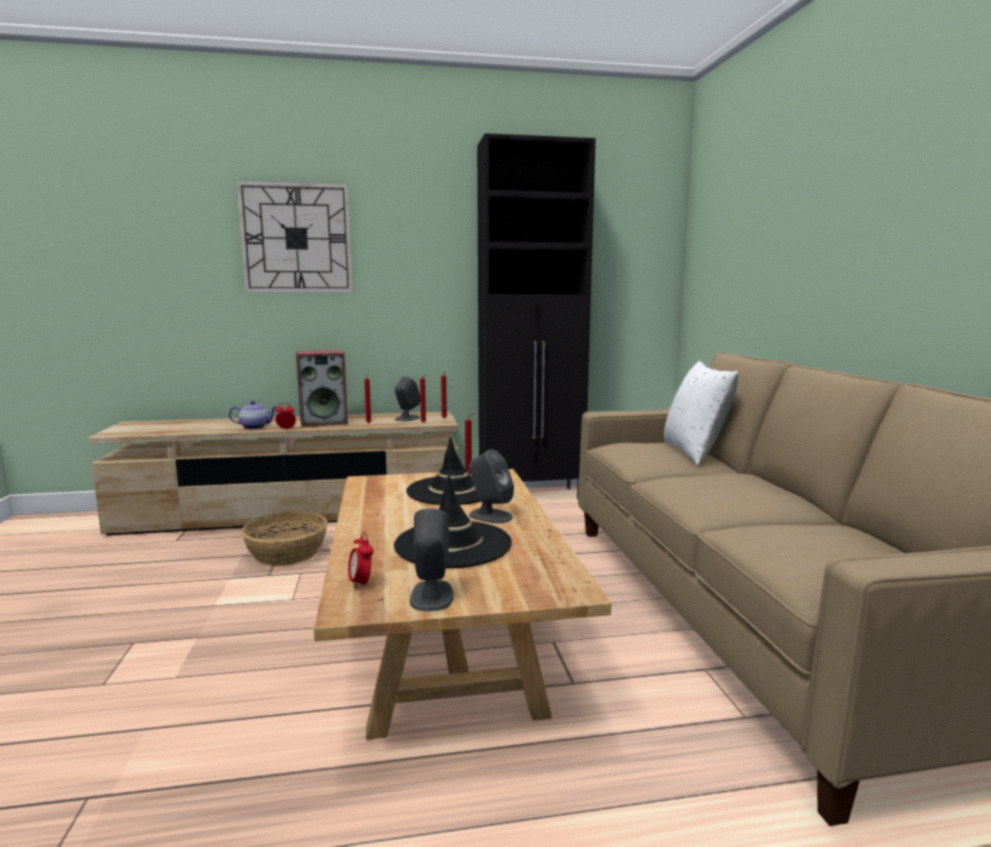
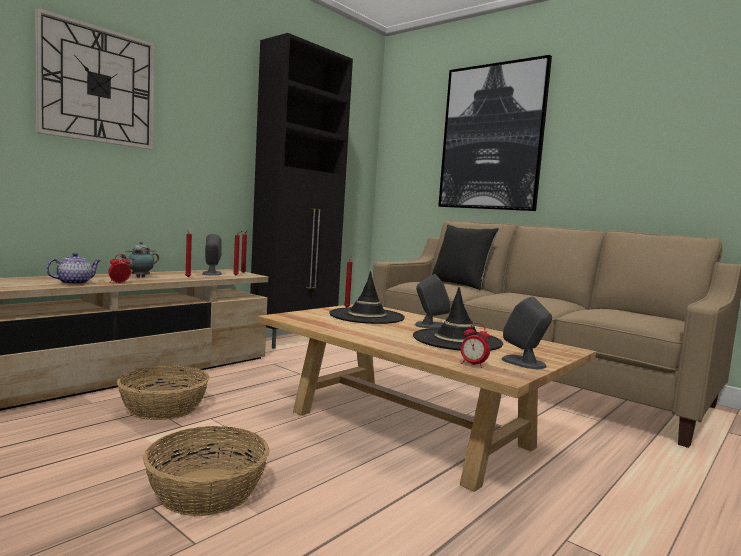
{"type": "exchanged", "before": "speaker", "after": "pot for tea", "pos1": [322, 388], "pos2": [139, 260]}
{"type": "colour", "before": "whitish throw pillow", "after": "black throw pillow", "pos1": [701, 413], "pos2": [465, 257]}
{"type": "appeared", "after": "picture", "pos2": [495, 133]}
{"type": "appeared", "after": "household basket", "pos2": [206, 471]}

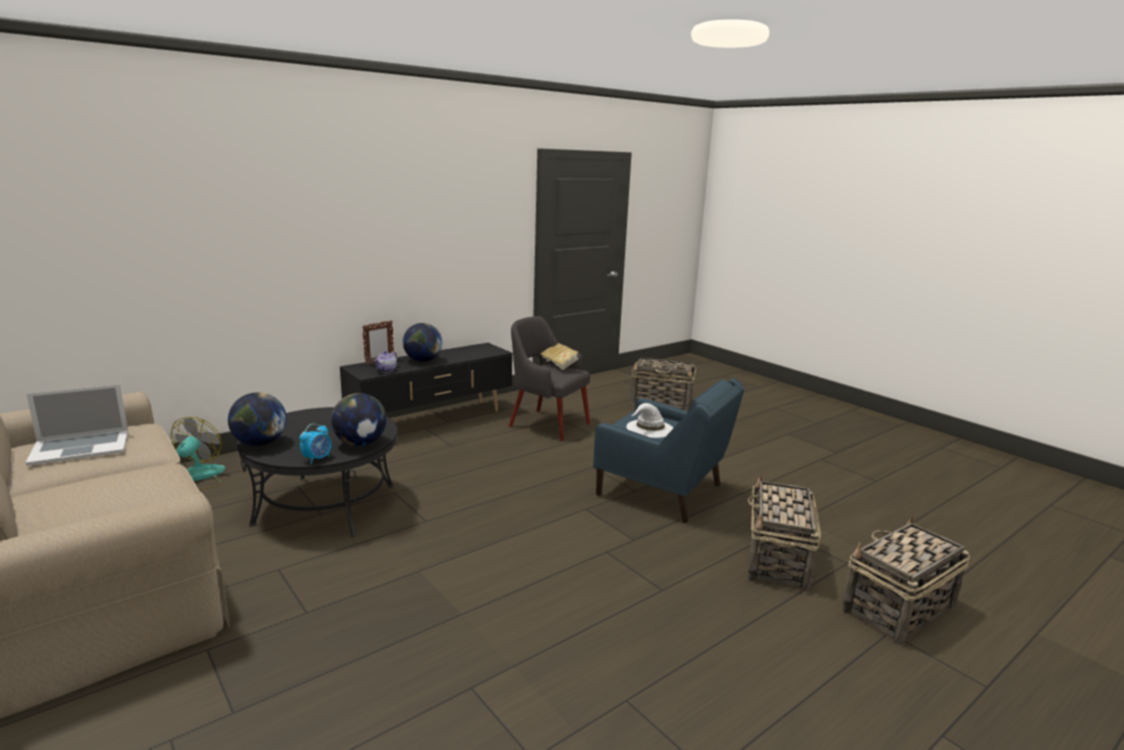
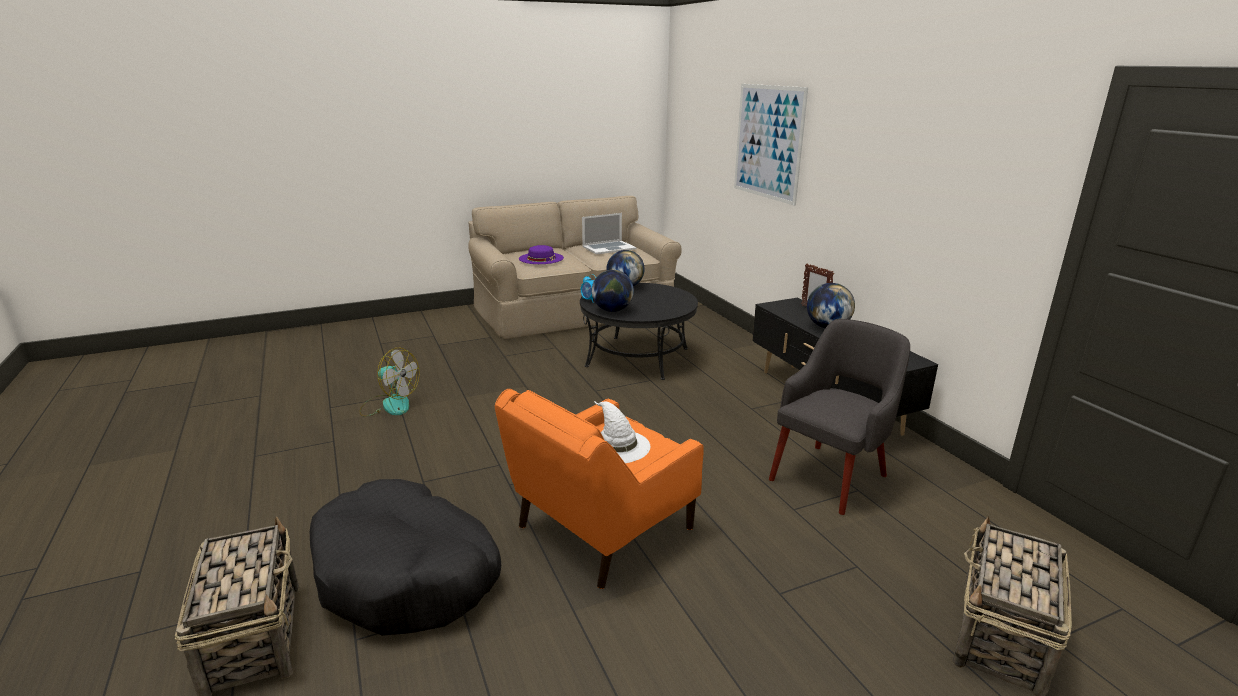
{"type": "missing", "before": "volume", "pos1": [560, 356]}
{"type": "missing", "before": "pot for tea", "pos1": [385, 362]}
{"type": "colour", "before": "blue-coloured easy chair", "after": "orange-coloured easy chair", "pos1": [668, 450], "pos2": [599, 489]}
{"type": "spun", "before": "portable computer", "pos1": [77, 425], "pos2": [609, 234], "turn": -105}
{"type": "relocated", "before": "cooling fan", "pos1": [198, 453], "pos2": [390, 382]}
{"type": "exchanged", "before": "household basket", "after": "black dog cushion", "pos1": [784, 533], "pos2": [405, 557]}
{"type": "appeared", "after": "picture", "pos2": [771, 145]}
{"type": "appeared", "after": "purplish hat", "pos2": [541, 254]}

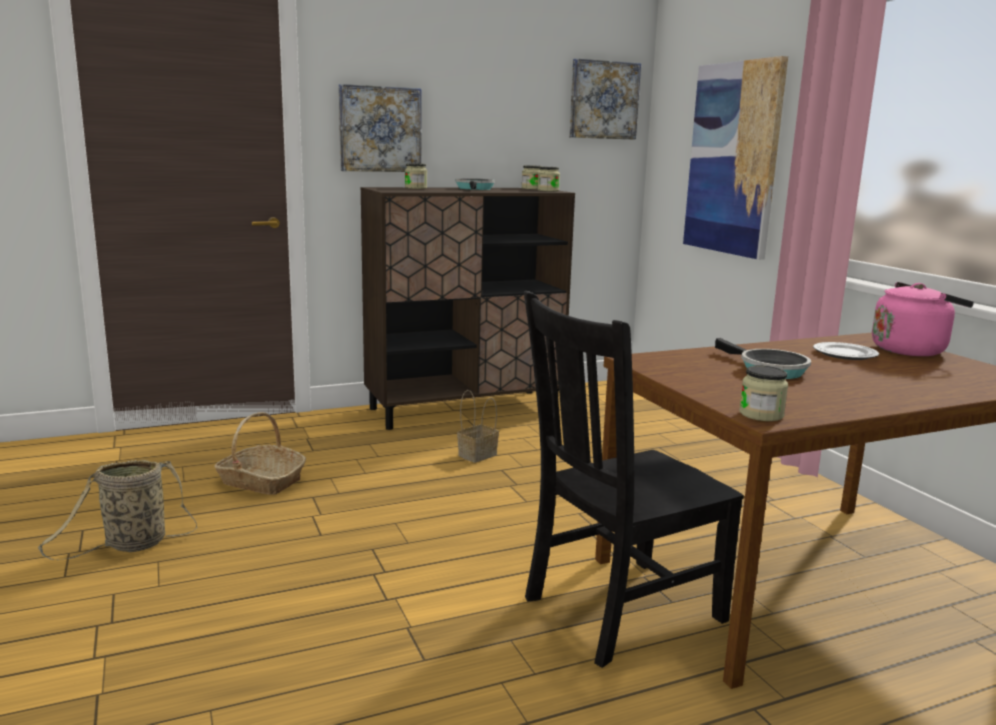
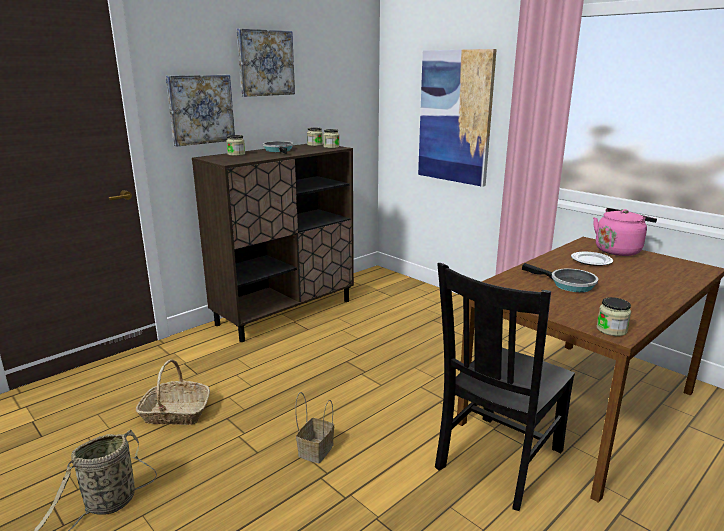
{"type": "relocated", "before": "picture", "pos1": [605, 99], "pos2": [266, 63]}
{"type": "relocated", "before": "household basket", "pos1": [478, 426], "pos2": [314, 427]}

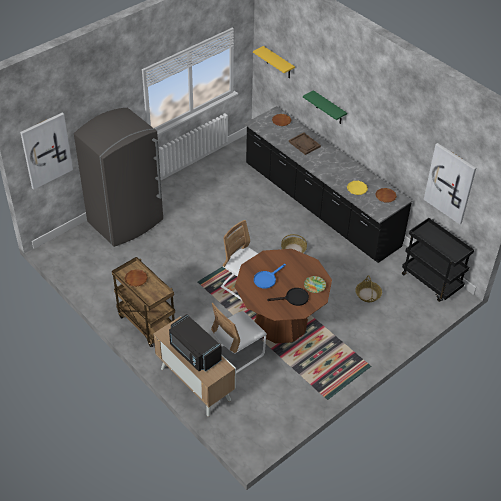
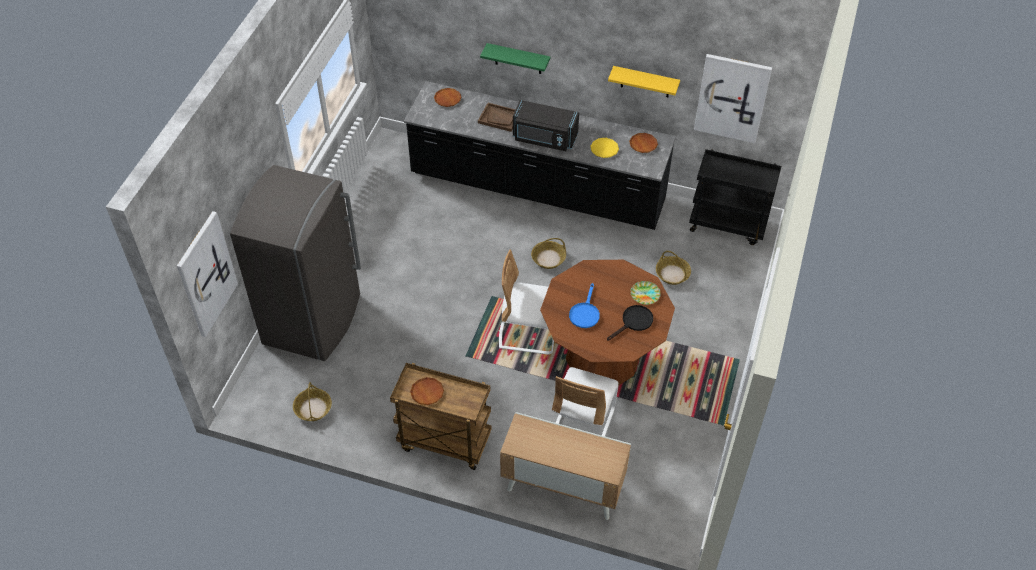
{"type": "relocated", "before": "yellowish shelf", "pos1": [274, 62], "pos2": [644, 81]}
{"type": "relocated", "before": "black kitchen microwave", "pos1": [195, 343], "pos2": [546, 125]}
{"type": "appeared", "after": "household basket", "pos2": [312, 401]}

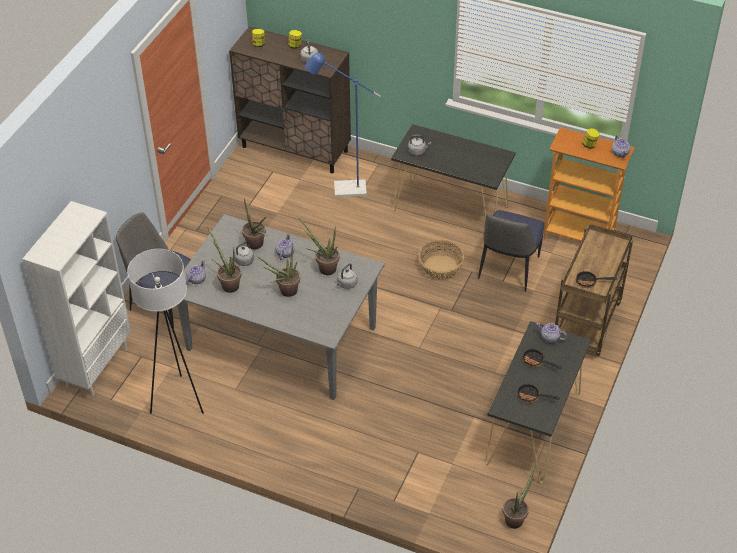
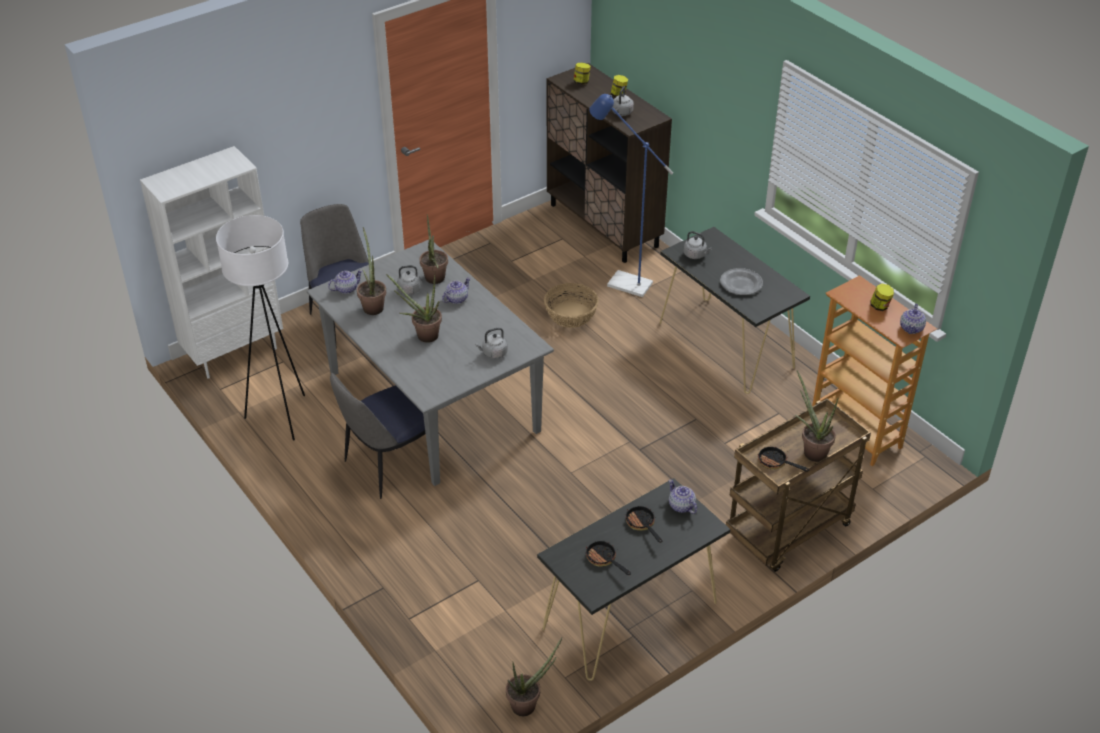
{"type": "relocated", "before": "plain chair", "pos1": [511, 251], "pos2": [378, 436]}
{"type": "relocated", "before": "plant in a pot", "pos1": [319, 246], "pos2": [816, 416]}
{"type": "relocated", "before": "household basket", "pos1": [441, 260], "pos2": [571, 305]}
{"type": "appeared", "after": "greyish plate", "pos2": [741, 281]}

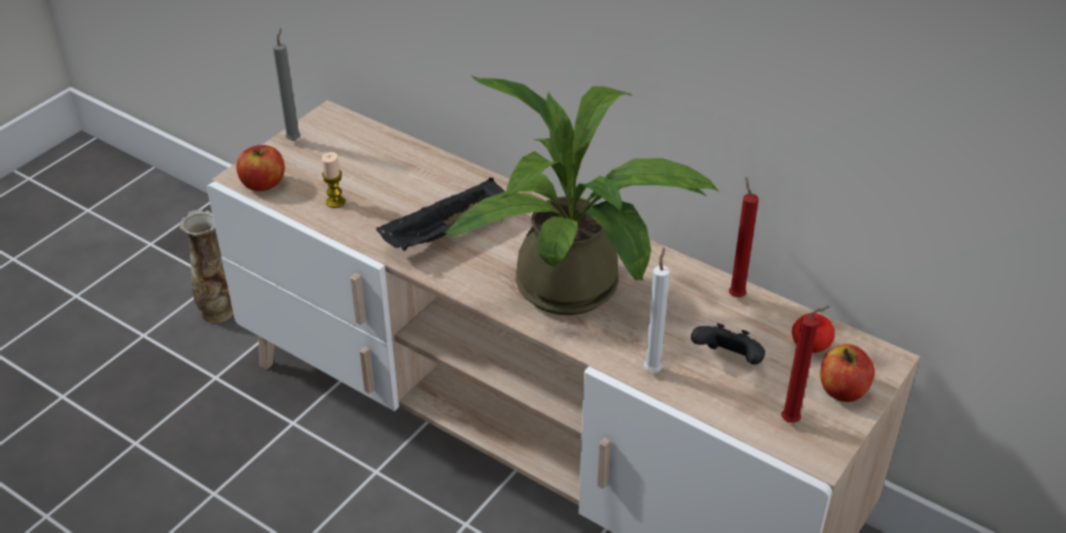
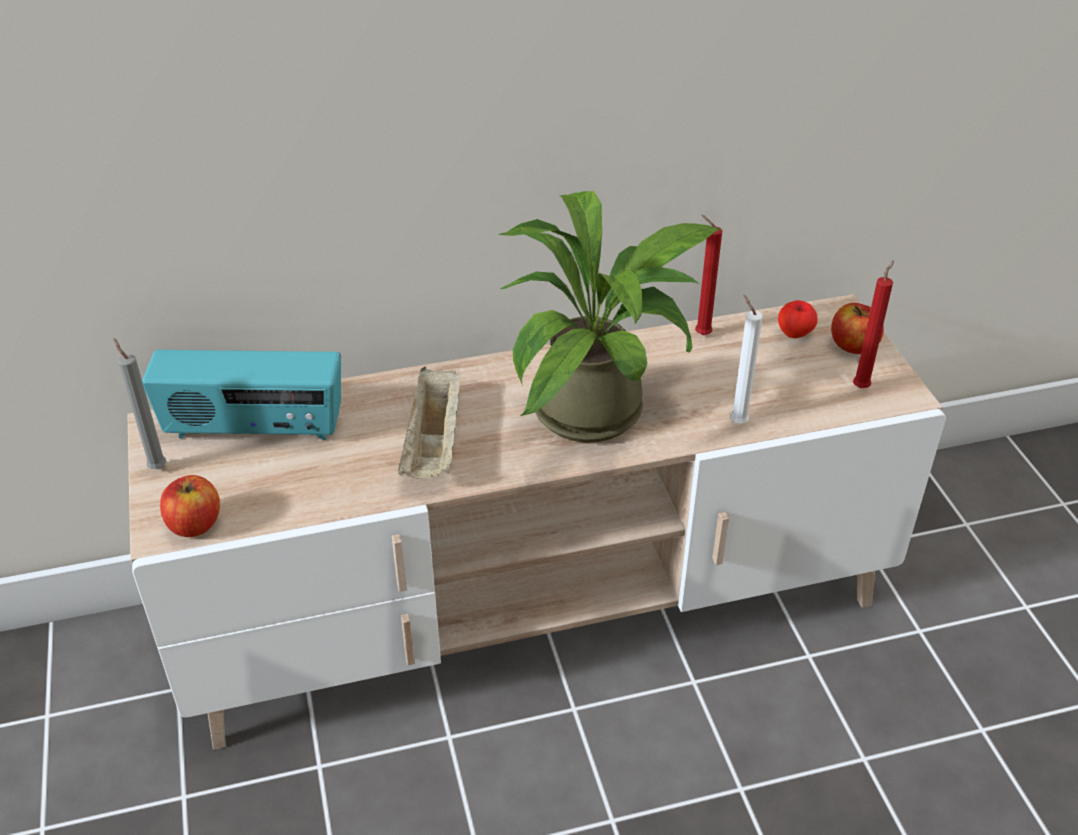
{"type": "missing", "before": "wax candle", "pos1": [333, 180]}
{"type": "colour", "before": "black tray", "after": "sand-coloured tray", "pos1": [441, 214], "pos2": [429, 422]}
{"type": "missing", "before": "vase", "pos1": [206, 266]}
{"type": "missing", "before": "black gamepad", "pos1": [728, 344]}
{"type": "appeared", "after": "radio set", "pos2": [241, 395]}

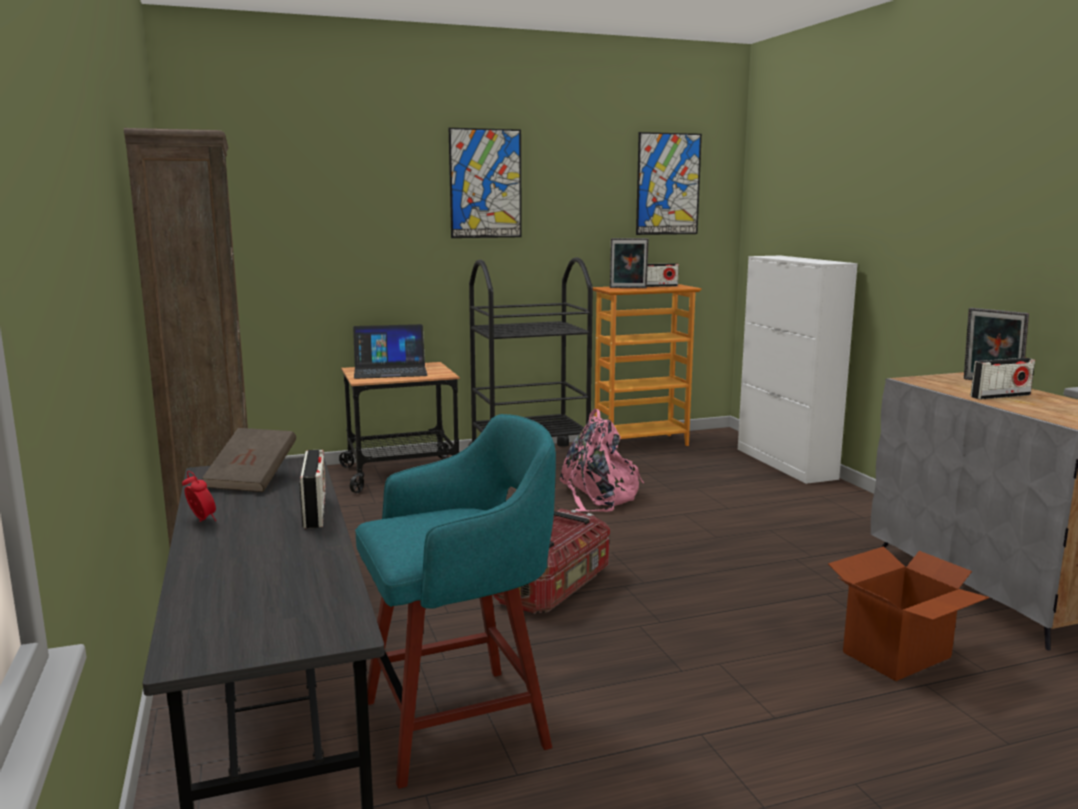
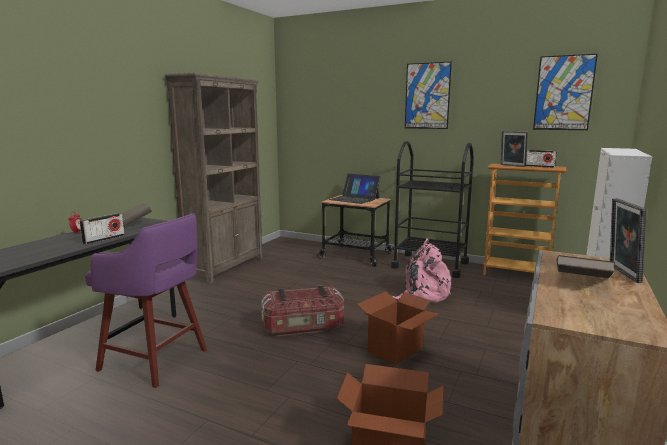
{"type": "exchanged", "before": "radio set", "after": "brownish volume", "pos1": [1002, 379], "pos2": [585, 266]}
{"type": "colour", "before": "turquoise stool", "after": "purplish stool", "pos1": [455, 601], "pos2": [146, 300]}
{"type": "appeared", "after": "cardboard box", "pos2": [398, 328]}

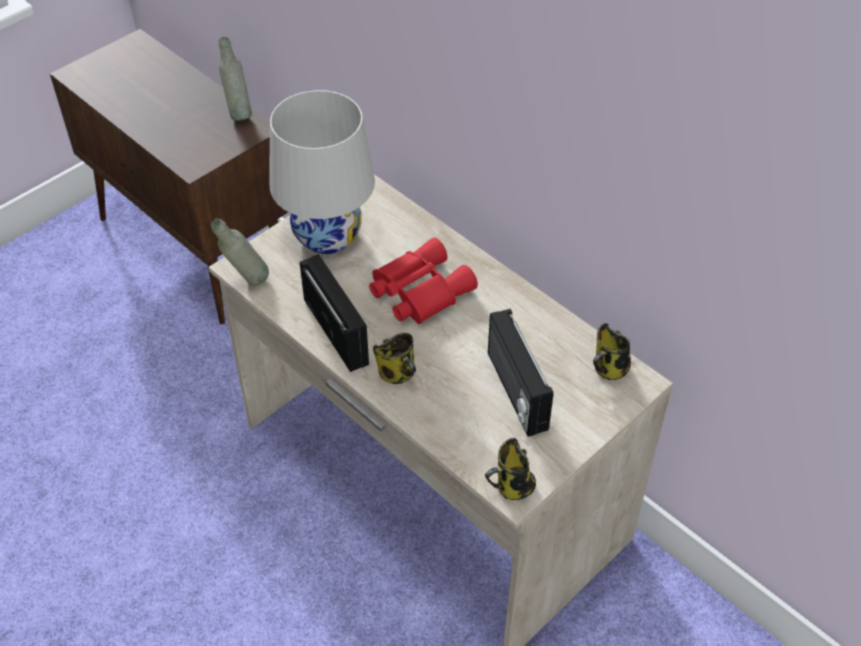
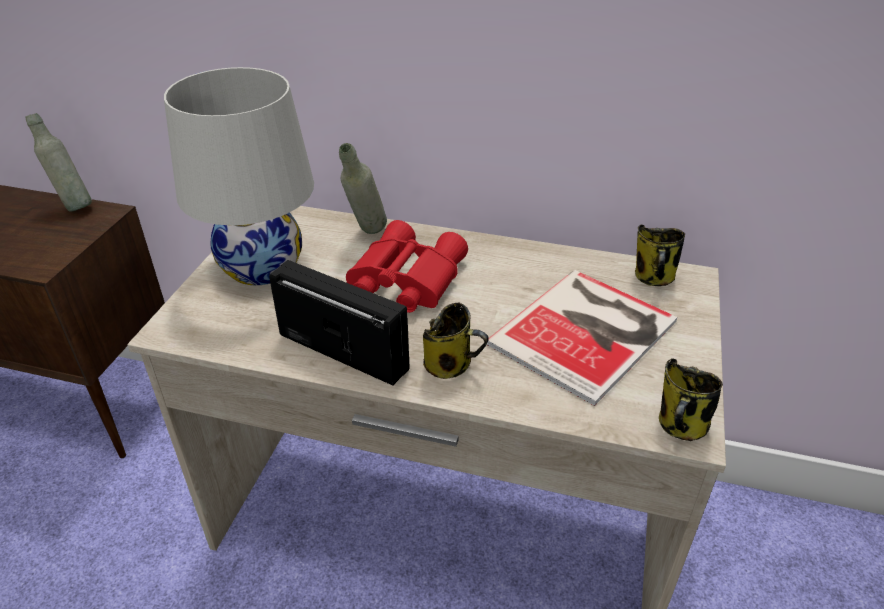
{"type": "relocated", "before": "greyish drink bottle", "pos1": [240, 252], "pos2": [363, 188]}
{"type": "exchanged", "before": "radio set", "after": "volume", "pos1": [520, 373], "pos2": [582, 338]}

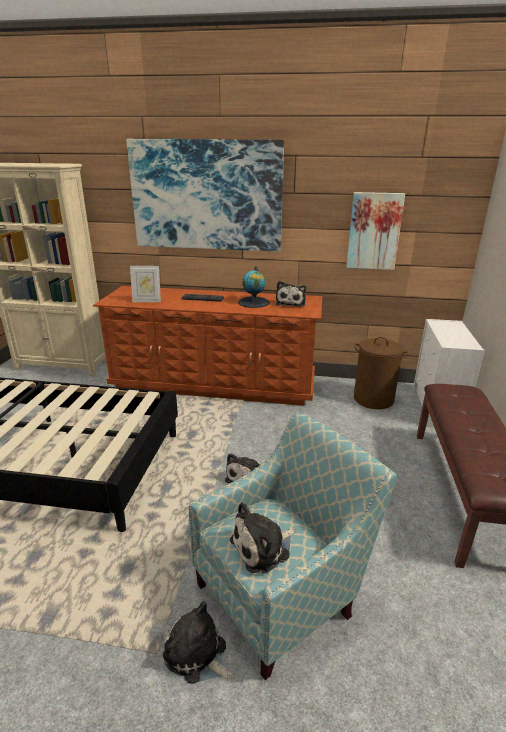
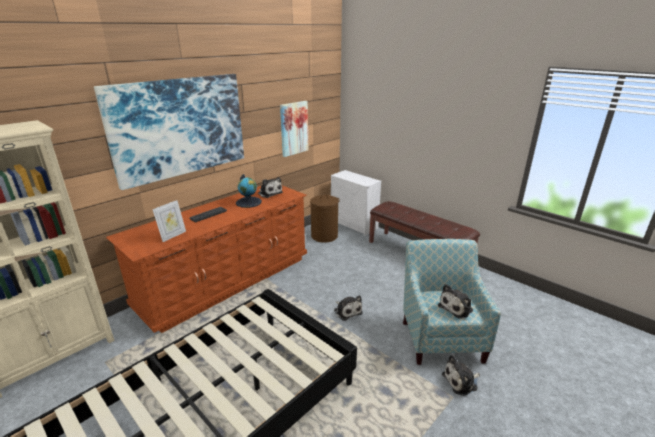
{"type": "spun", "before": "plush toy", "pos1": [263, 538], "pos2": [455, 301], "turn": 45}

